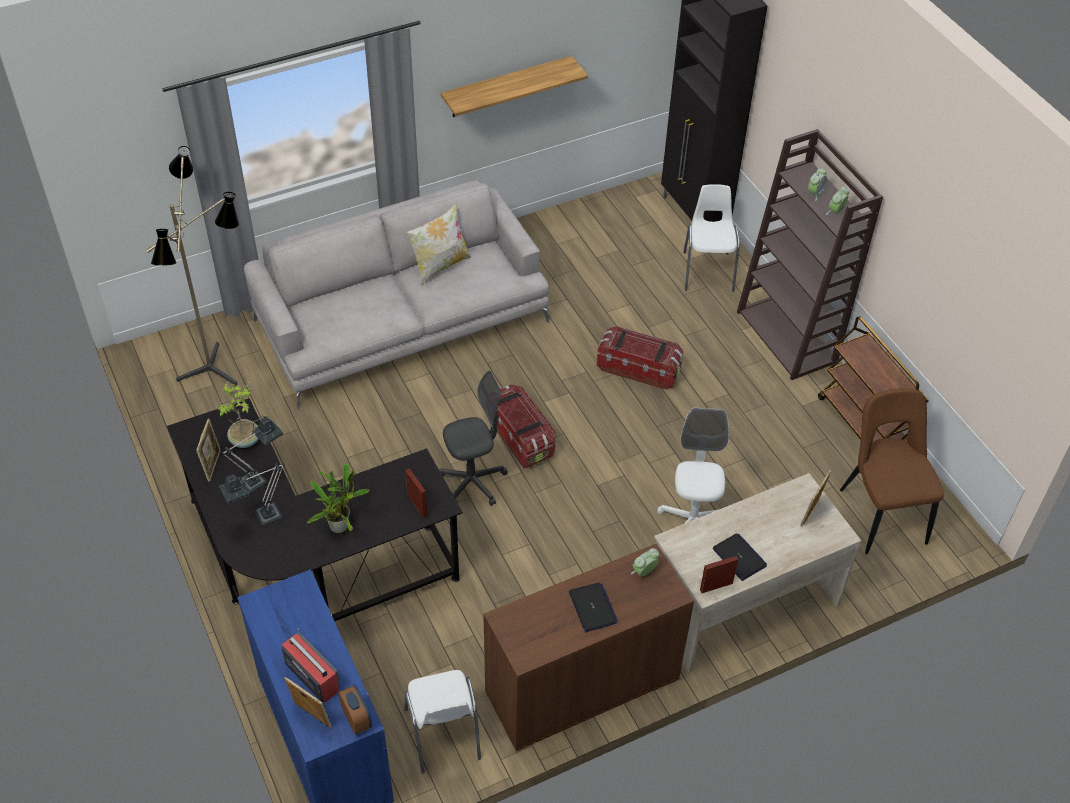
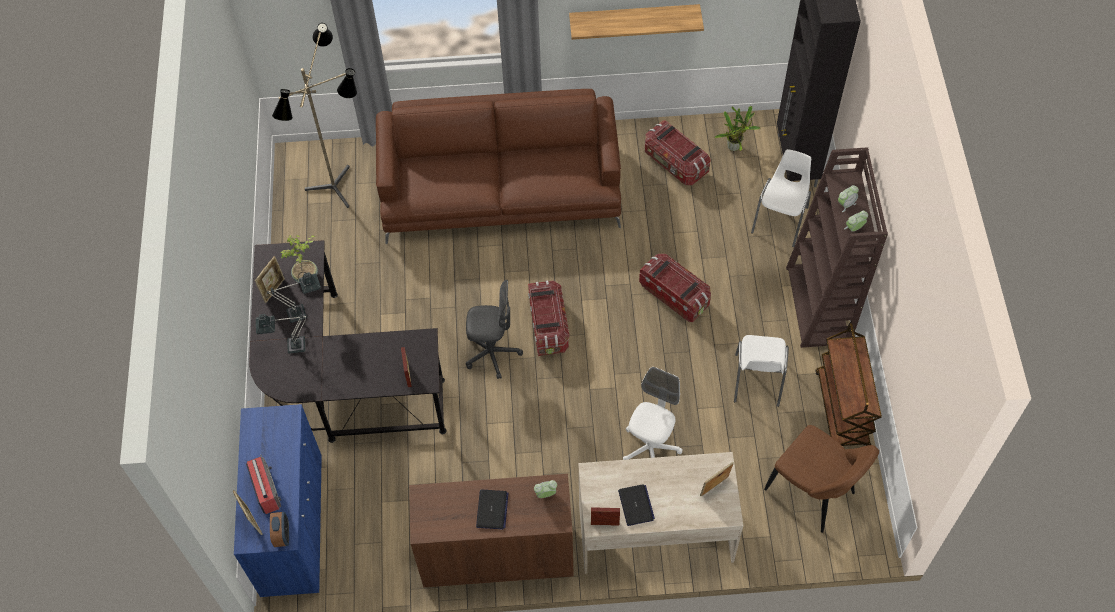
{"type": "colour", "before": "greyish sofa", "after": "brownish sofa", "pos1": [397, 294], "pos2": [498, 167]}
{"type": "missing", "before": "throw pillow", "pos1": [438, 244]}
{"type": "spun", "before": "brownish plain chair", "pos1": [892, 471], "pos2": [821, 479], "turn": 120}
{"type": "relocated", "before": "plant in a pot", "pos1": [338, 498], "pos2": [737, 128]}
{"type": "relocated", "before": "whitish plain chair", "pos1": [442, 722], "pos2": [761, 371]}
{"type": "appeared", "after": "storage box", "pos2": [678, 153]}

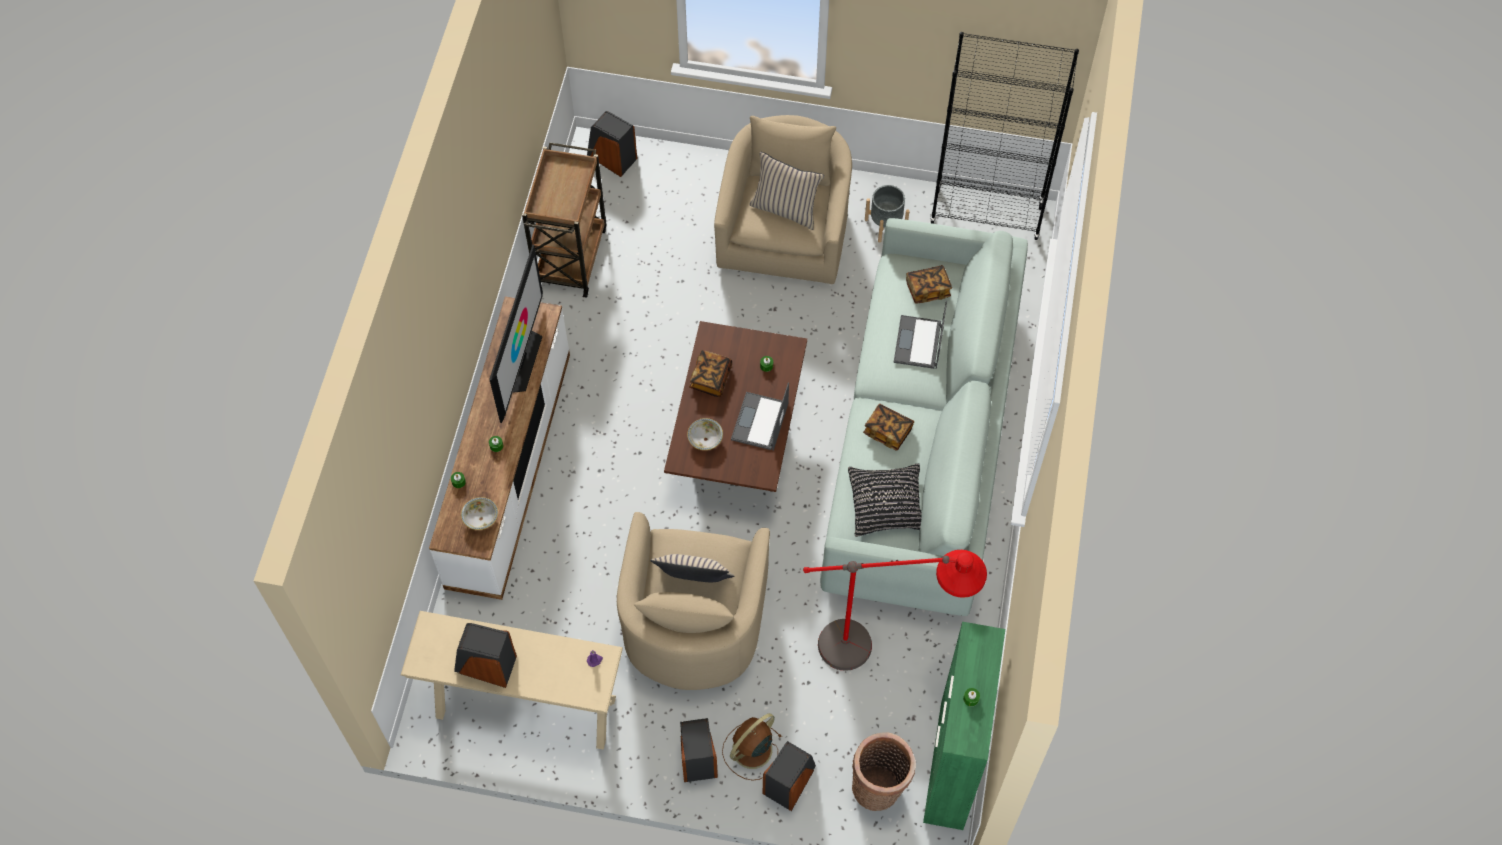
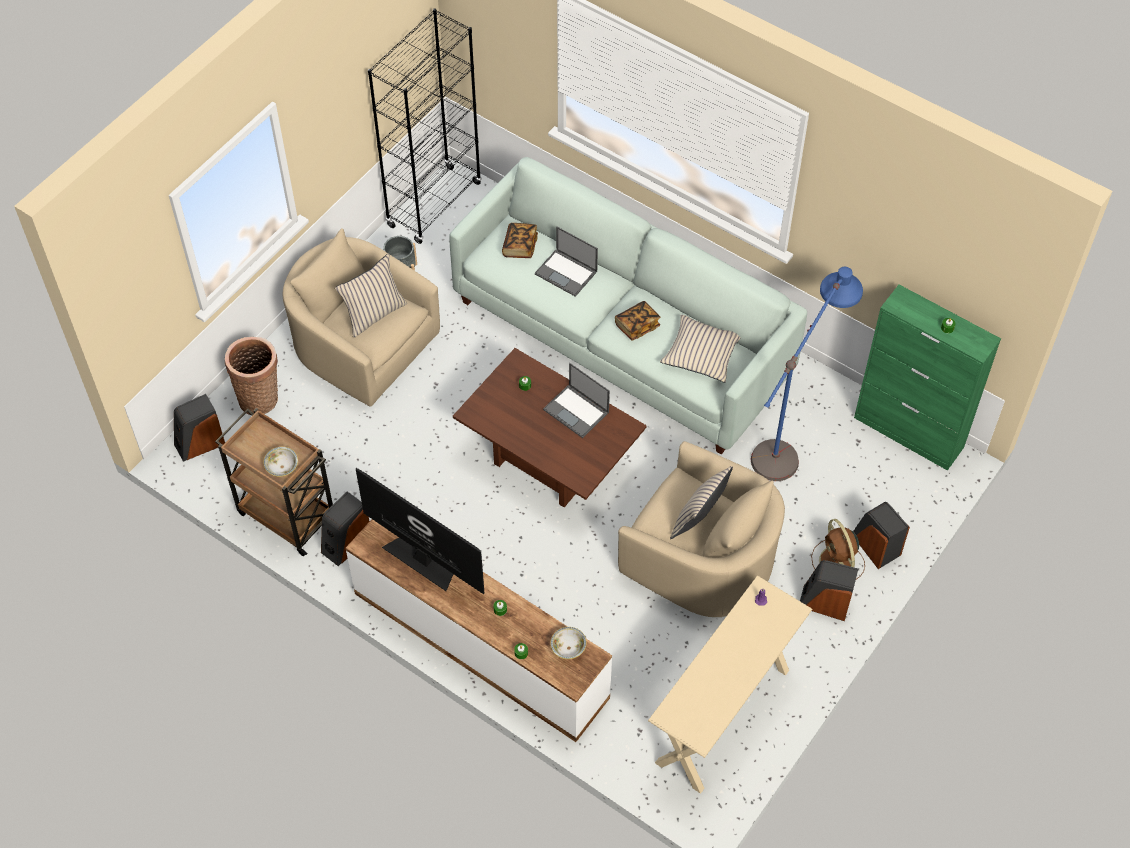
{"type": "missing", "before": "volume", "pos1": [710, 373]}
{"type": "relocated", "before": "serving bowl", "pos1": [705, 434], "pos2": [280, 462]}
{"type": "colour", "before": "black throw pillow", "after": "sand-coloured throw pillow", "pos1": [885, 500], "pos2": [700, 349]}
{"type": "colour", "before": "red standard lamp", "after": "blue-coloured standard lamp", "pos1": [895, 610], "pos2": [807, 374]}
{"type": "relocated", "before": "speaker", "pos1": [485, 655], "pos2": [345, 528]}
{"type": "relocated", "before": "household basket", "pos1": [884, 771], "pos2": [251, 376]}

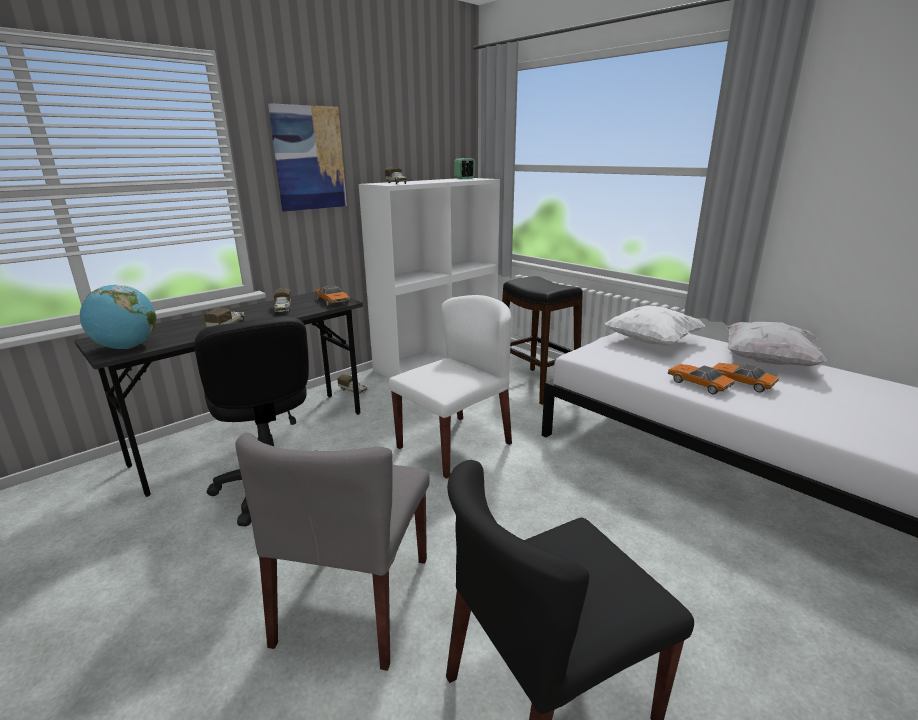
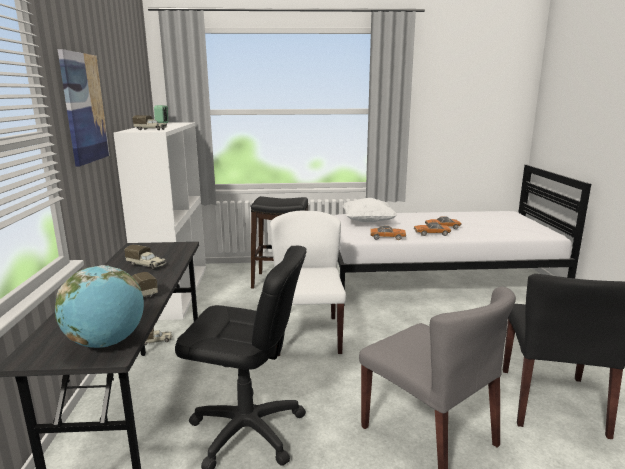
{"type": "relocated", "before": "model car", "pos1": [332, 295], "pos2": [388, 233]}
{"type": "missing", "before": "whitish throw pillow", "pos1": [777, 344]}

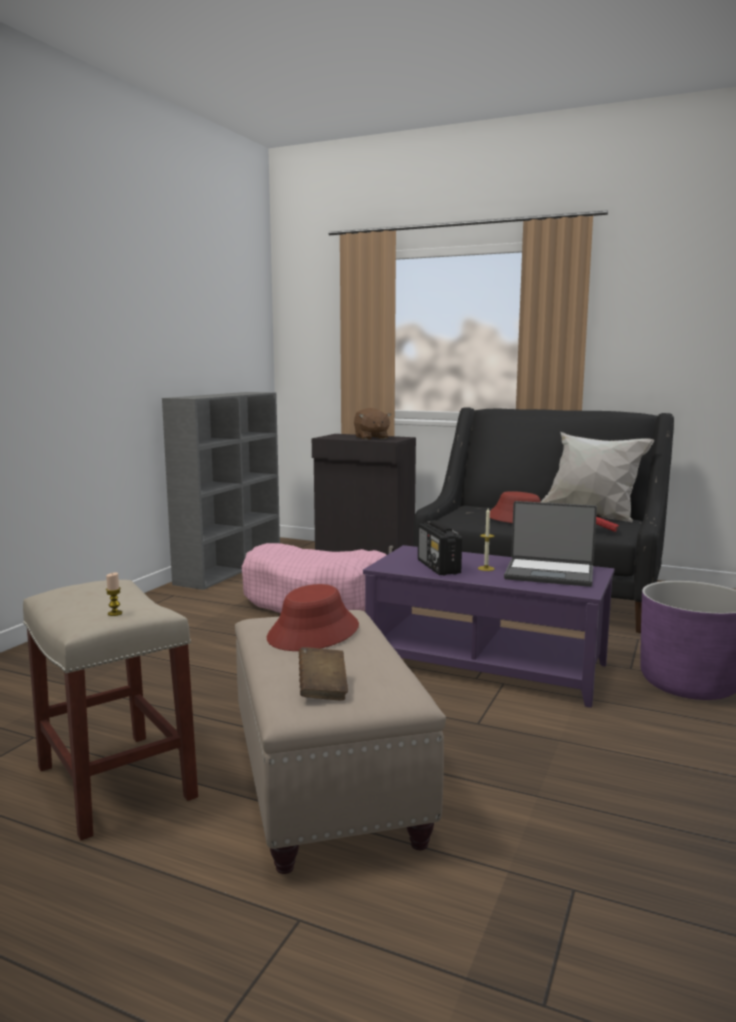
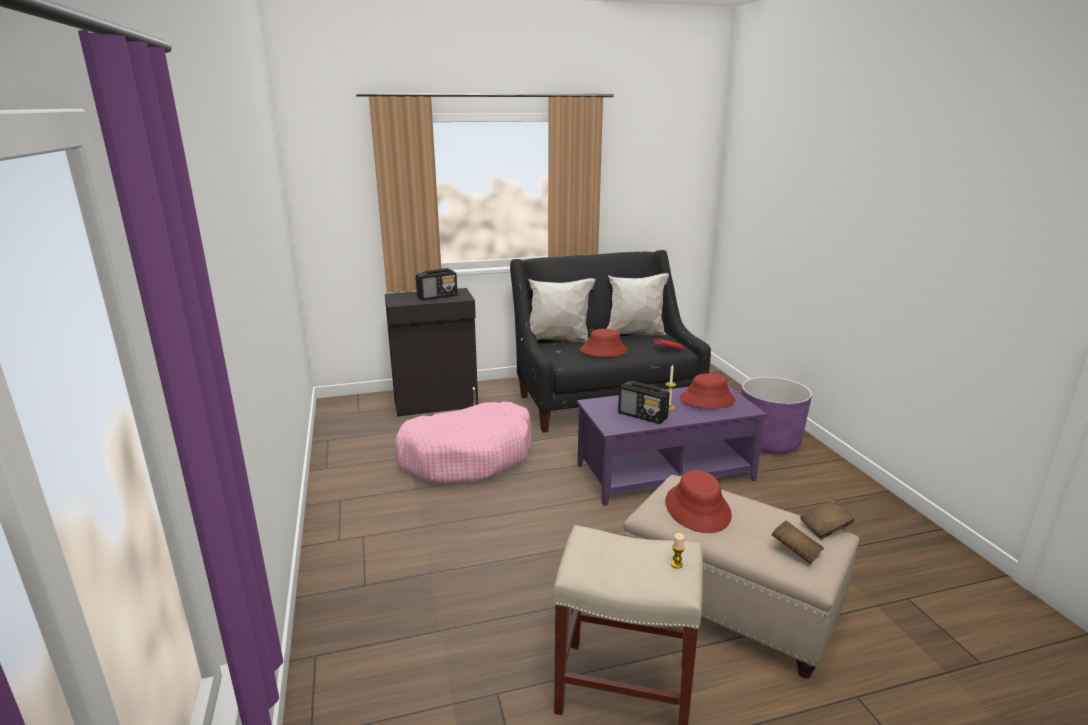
{"type": "missing", "before": "greyish bookcase", "pos1": [221, 491]}
{"type": "exchanged", "before": "brownish plush toy", "after": "radio set", "pos1": [373, 424], "pos2": [436, 284]}
{"type": "exchanged", "before": "portable computer", "after": "red hat", "pos1": [550, 544], "pos2": [708, 390]}
{"type": "appeared", "after": "whitish throw pillow", "pos2": [558, 310]}
{"type": "appeared", "after": "brownish volume", "pos2": [828, 519]}

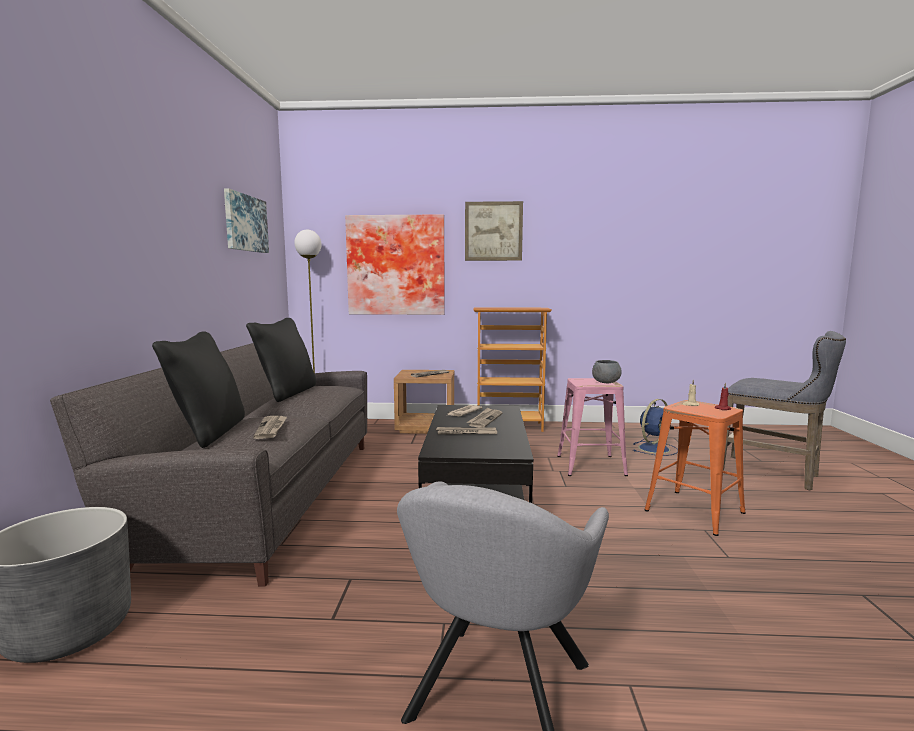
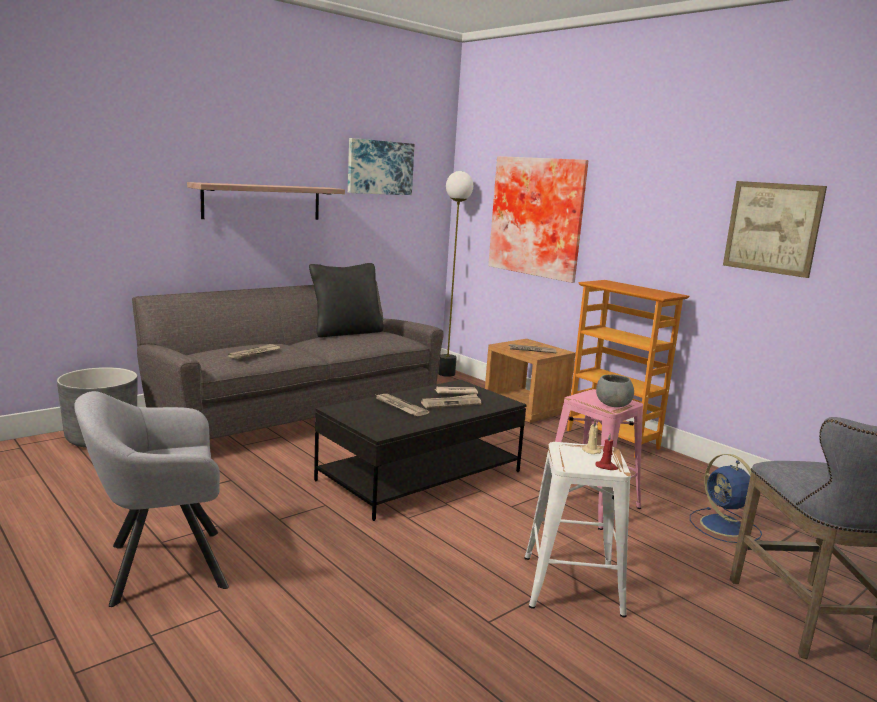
{"type": "relocated", "before": "picture", "pos1": [494, 231], "pos2": [775, 229]}
{"type": "missing", "before": "black throw pillow", "pos1": [198, 389]}
{"type": "spun", "before": "blue-coloured cooling fan", "pos1": [655, 427], "pos2": [726, 498], "turn": 60}
{"type": "colour", "before": "orange-coloured stool", "after": "whitish stool", "pos1": [694, 468], "pos2": [577, 529]}
{"type": "appeared", "after": "shelf", "pos2": [266, 201]}

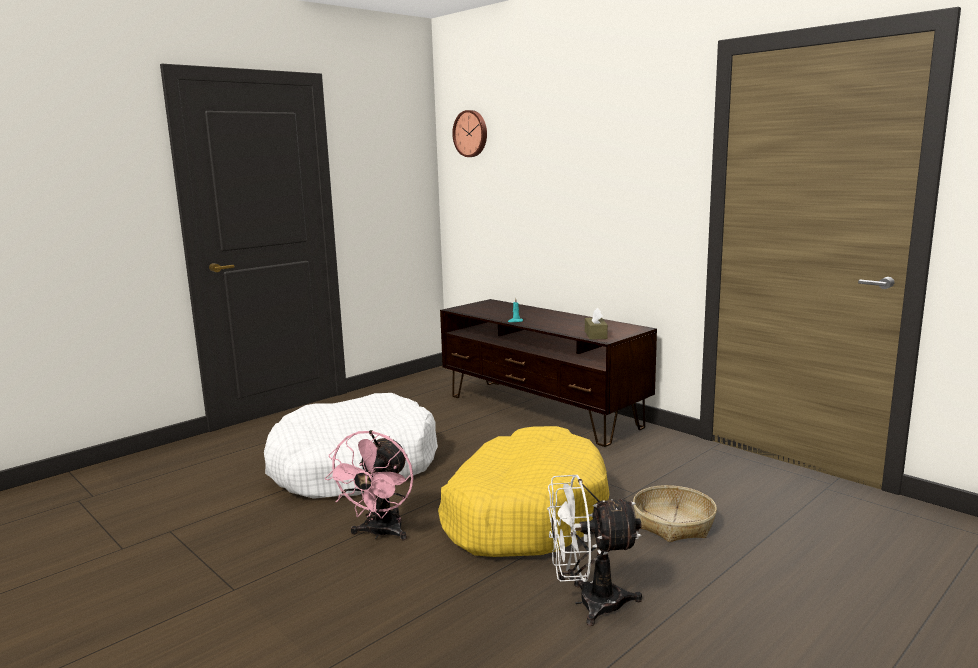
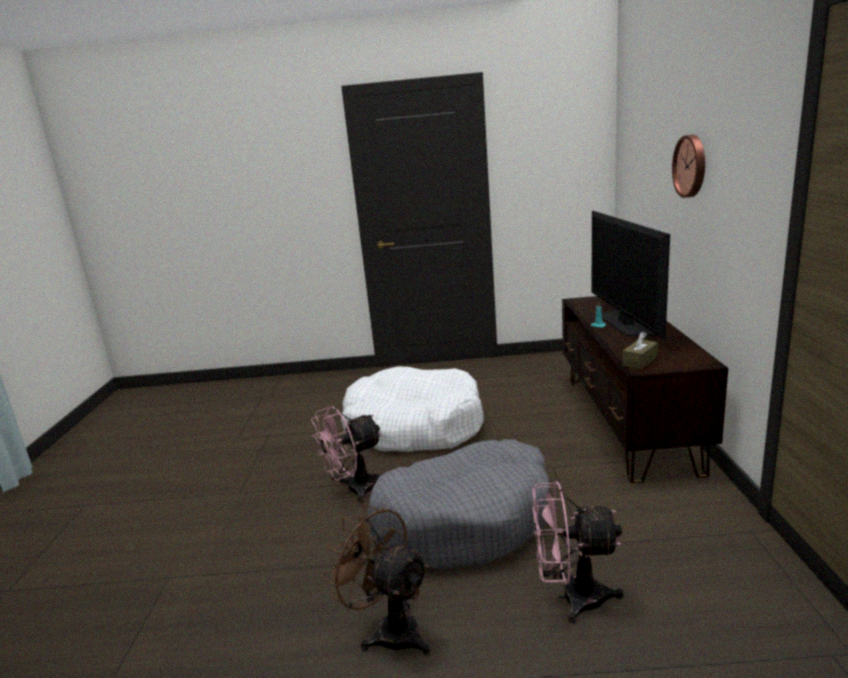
{"type": "relocated", "before": "wall clock", "pos1": [469, 133], "pos2": [688, 166]}
{"type": "colour", "before": "yellowish dog cushion", "after": "greyish dog cushion", "pos1": [524, 491], "pos2": [458, 504]}
{"type": "colour", "before": "whitish cooling fan", "after": "brownish cooling fan", "pos1": [594, 550], "pos2": [375, 580]}
{"type": "exchanged", "before": "household basket", "after": "pink-coloured cooling fan", "pos1": [675, 513], "pos2": [578, 552]}
{"type": "appeared", "after": "TV set", "pos2": [631, 275]}

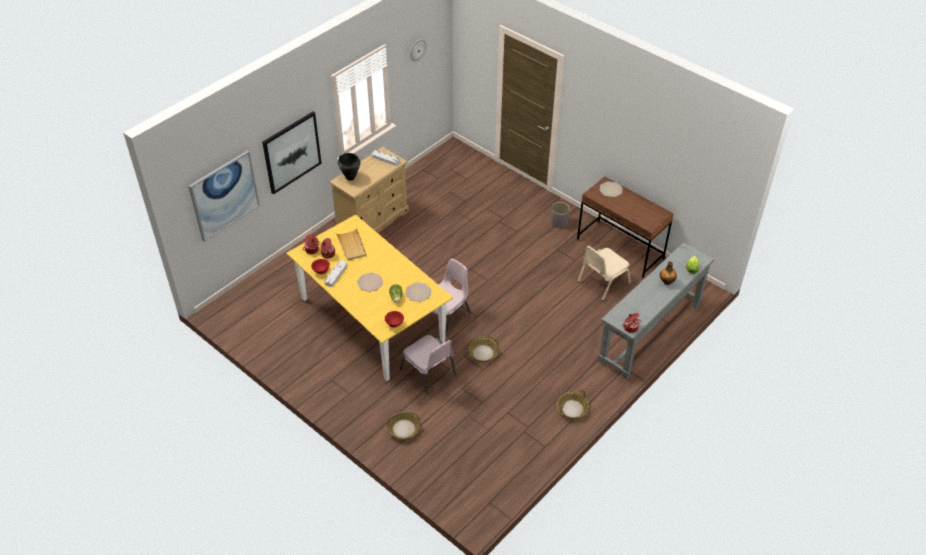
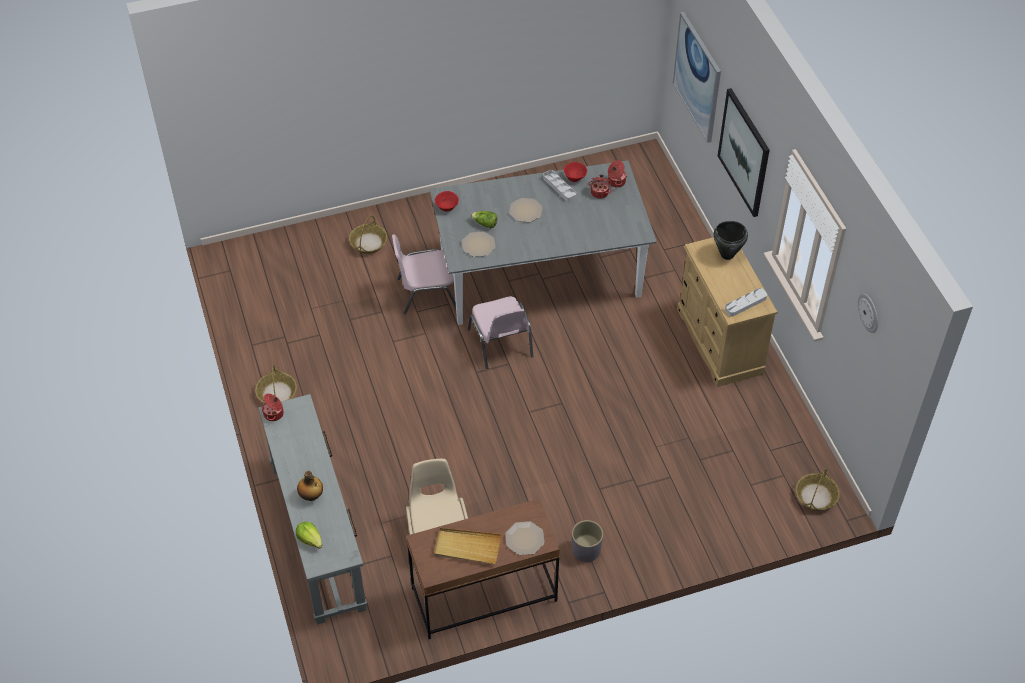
{"type": "colour", "before": "yellowish dinner table", "after": "greyish dinner table", "pos1": [370, 298], "pos2": [543, 242]}
{"type": "relocated", "before": "sand-coloured tray", "pos1": [351, 244], "pos2": [467, 546]}
{"type": "relocated", "before": "household basket", "pos1": [483, 349], "pos2": [818, 489]}

